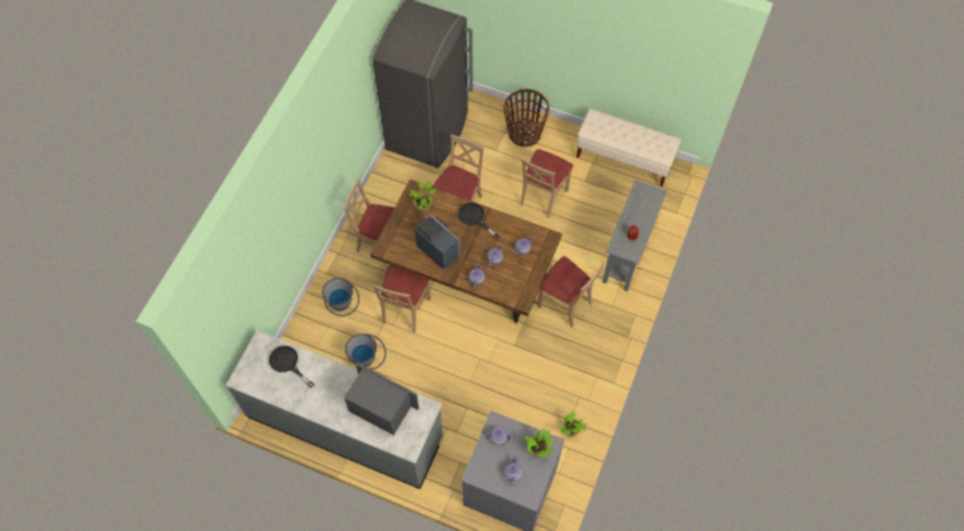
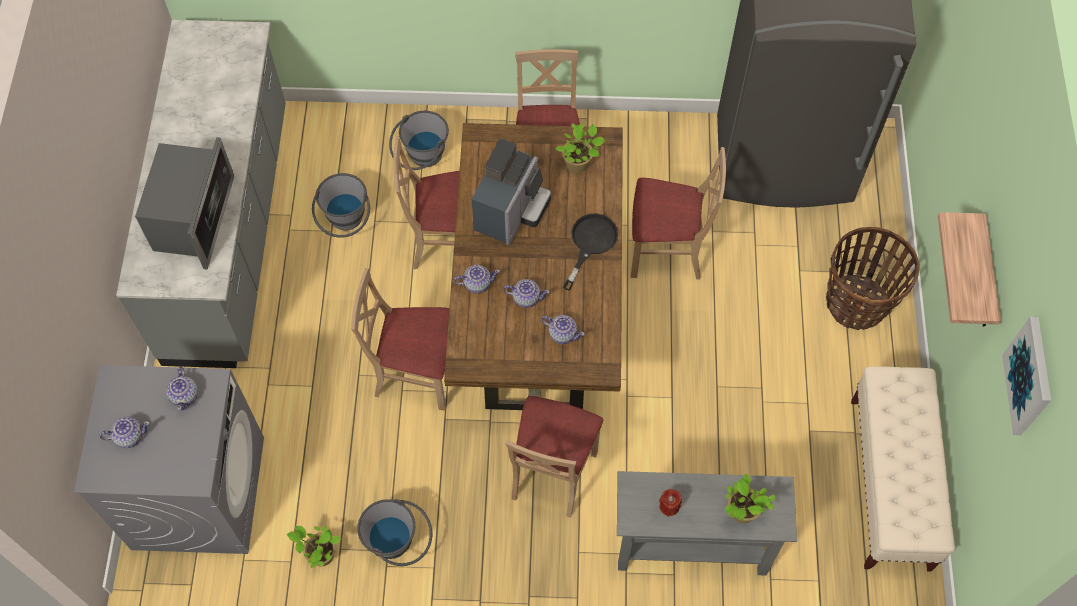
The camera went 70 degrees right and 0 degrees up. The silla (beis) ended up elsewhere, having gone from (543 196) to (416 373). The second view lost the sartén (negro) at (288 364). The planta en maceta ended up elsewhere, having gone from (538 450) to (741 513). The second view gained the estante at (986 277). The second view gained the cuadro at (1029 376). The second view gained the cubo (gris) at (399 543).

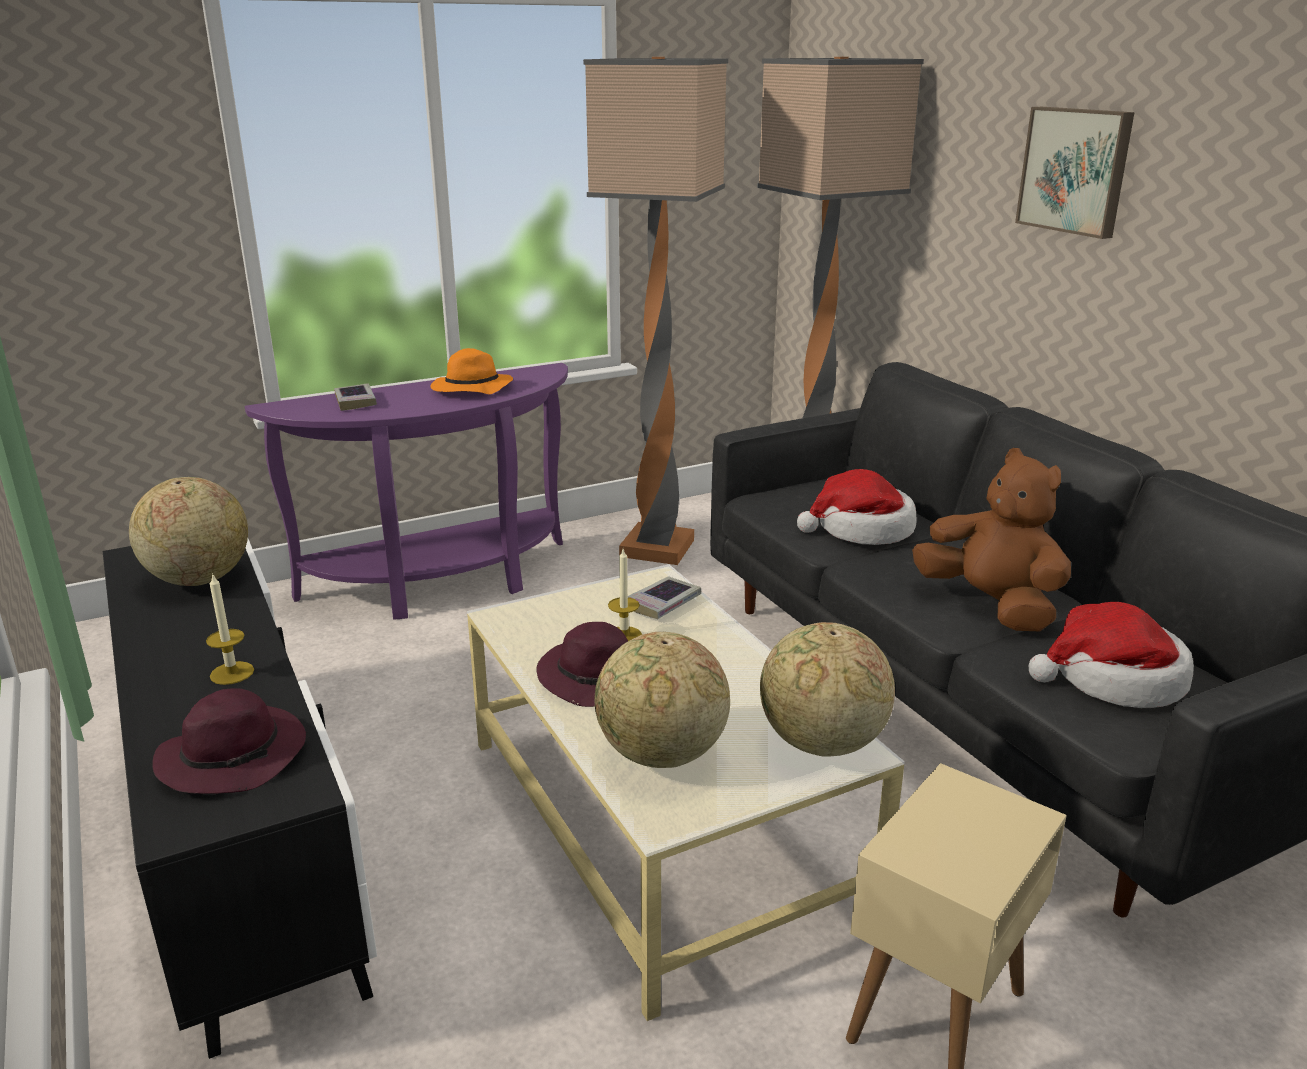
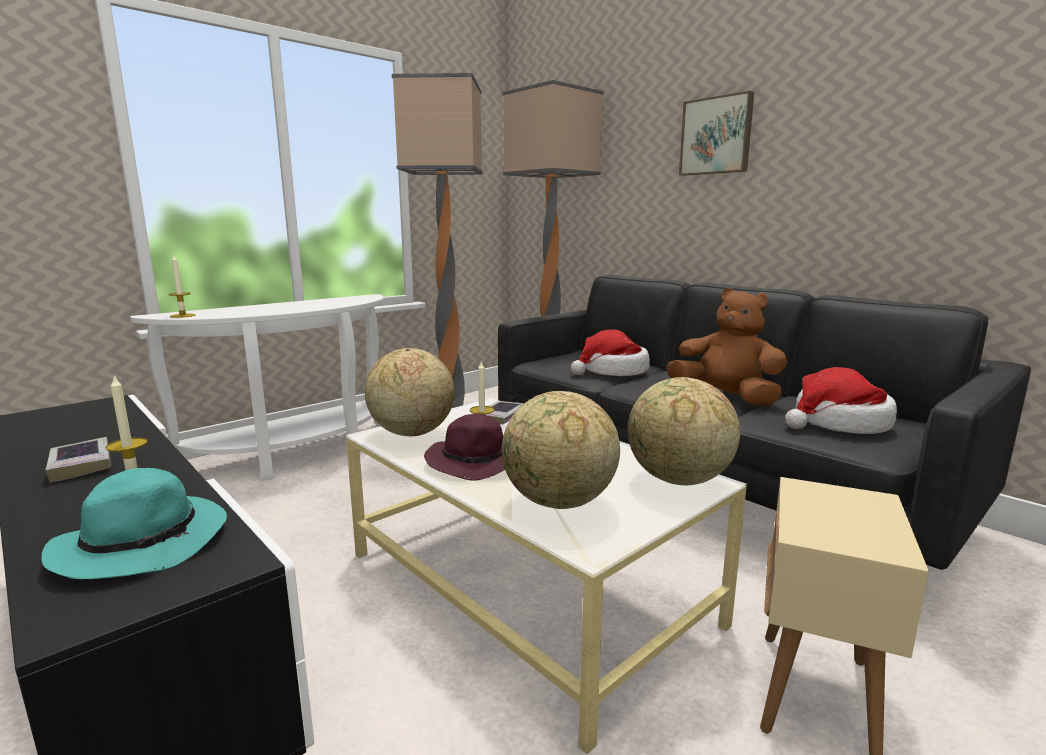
The camera went 15 degrees left and 10 degrees down. The second view lost the sombrero (naranja) at (471 389). What was the mesa consola (morado) at (443 583) turned into the mesa consola (blanco) at (298 455). The libro ended up elsewhere, having gone from (355 401) to (81 464). The globo terráqueo ended up elsewhere, having gone from (199 579) to (411 433). What was the sombrero (morado) at (235 756) turned into the sombrero (turquesa) at (146 542). The second view gained the vela at (182 316).

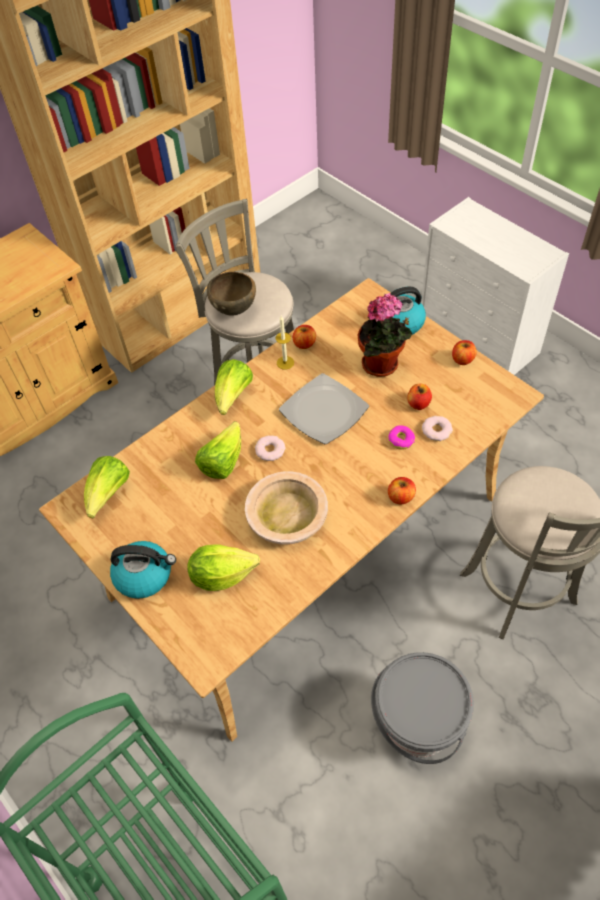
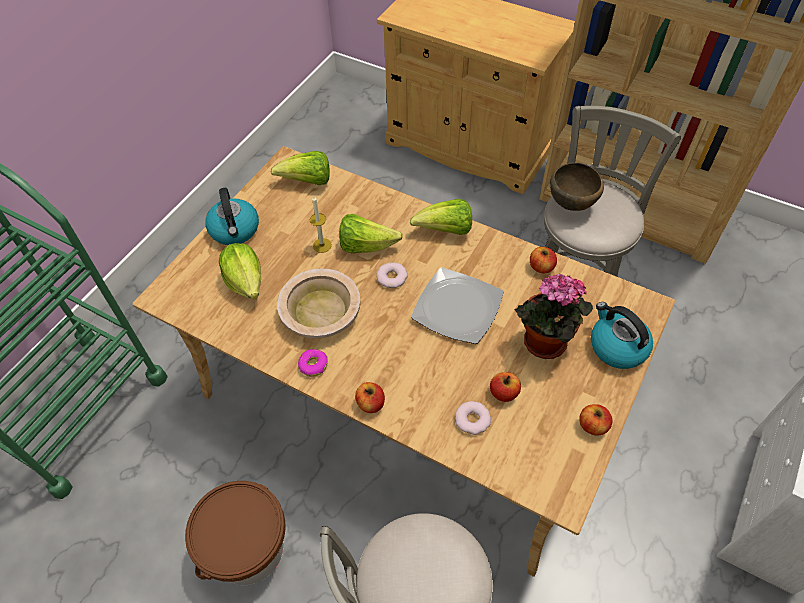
The camera went 70 degrees right and 0 degrees up. The vela ended up elsewhere, having gone from (285 362) to (322 245). The rosquilla ended up elsewhere, having gone from (401 440) to (313 365). What was the cubo (gris) at (418 721) turned into the cubo (marrón) at (248 549).

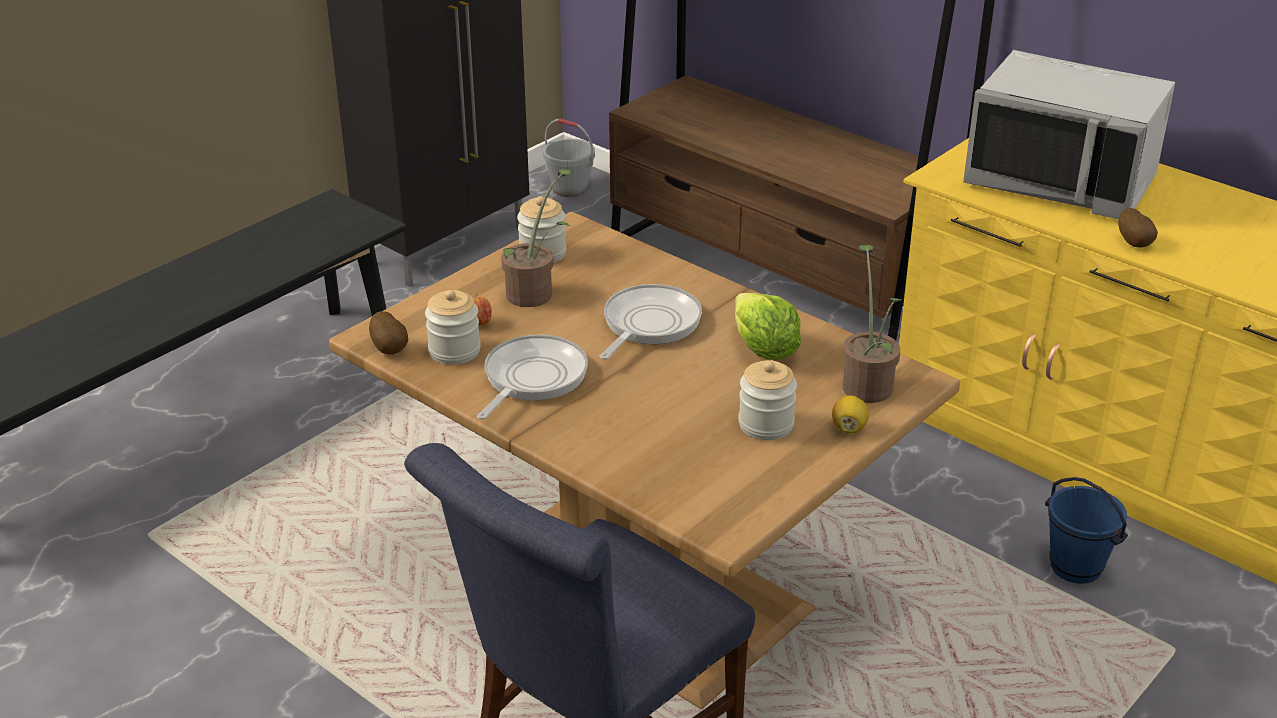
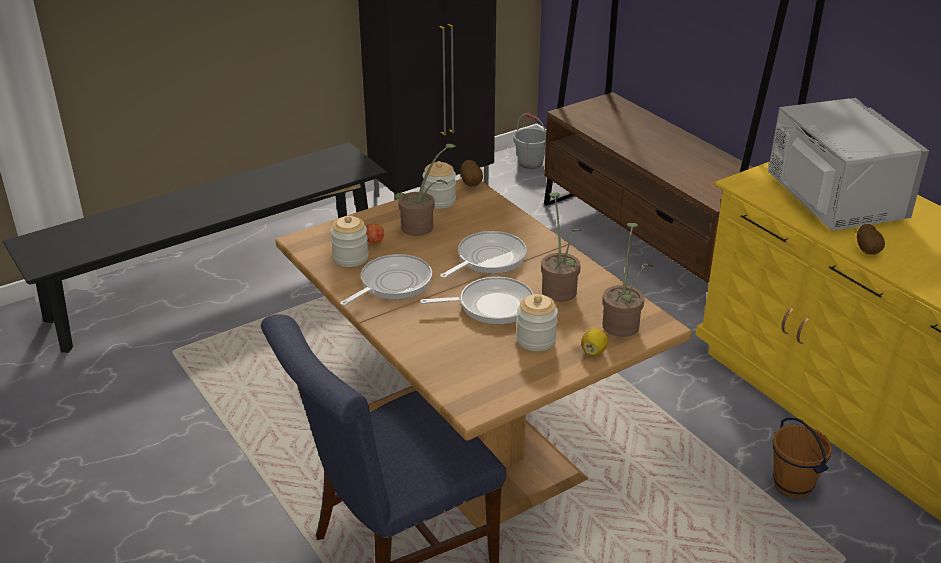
The camera went 15 degrees right and 0 degrees up. The microondas (gris) at (1061 181) ended up facing another way, 150 degrees counterclockwise from before. Where the lechuga stood at (764 350), the planta en maceta came to stand at (559 288). The patata ended up elsewhere, having gone from (390 349) to (471 183). What was the cubo (azul) at (1075 567) turned into the cubo (marrón) at (792 485). The second view gained the sartén at (491 305).

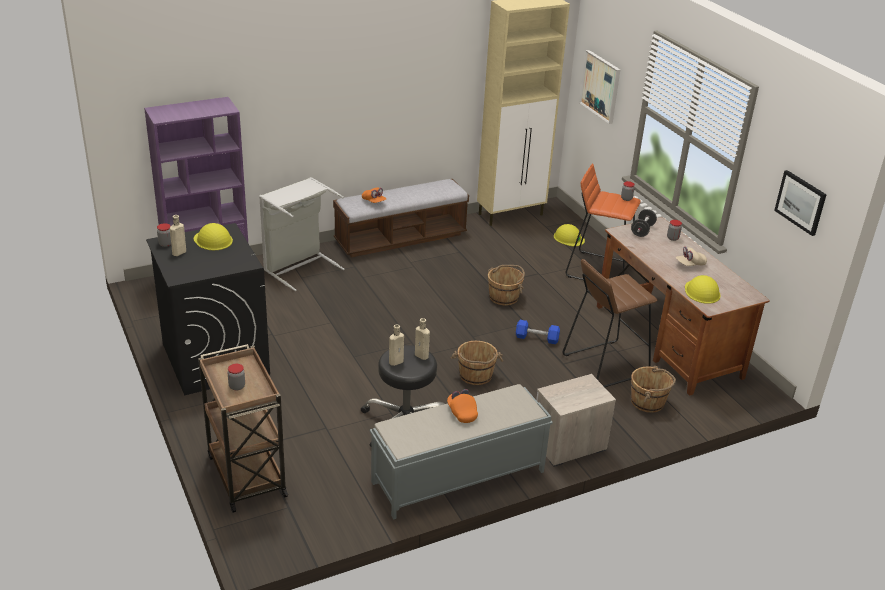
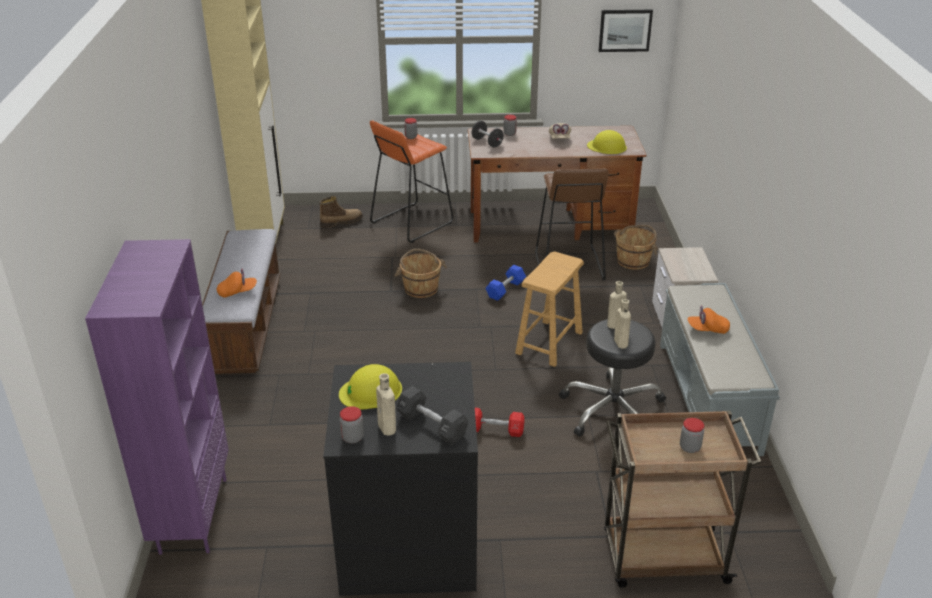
The camera went 65 degrees left and 0 degrees up. The second view lost the cuadro at (600 86). The second view lost the cesto de la ropa (gris) at (299 267). Where the casco (amarillo) stood at (568 238), the bota came to stand at (341 222). Where the cubo (marrón) stood at (475 375), the taburete (marrón) came to stand at (549 343). The second view gained the mancuerna (negro) at (432 425). The second view gained the mancuerna (rojo) at (495 430).

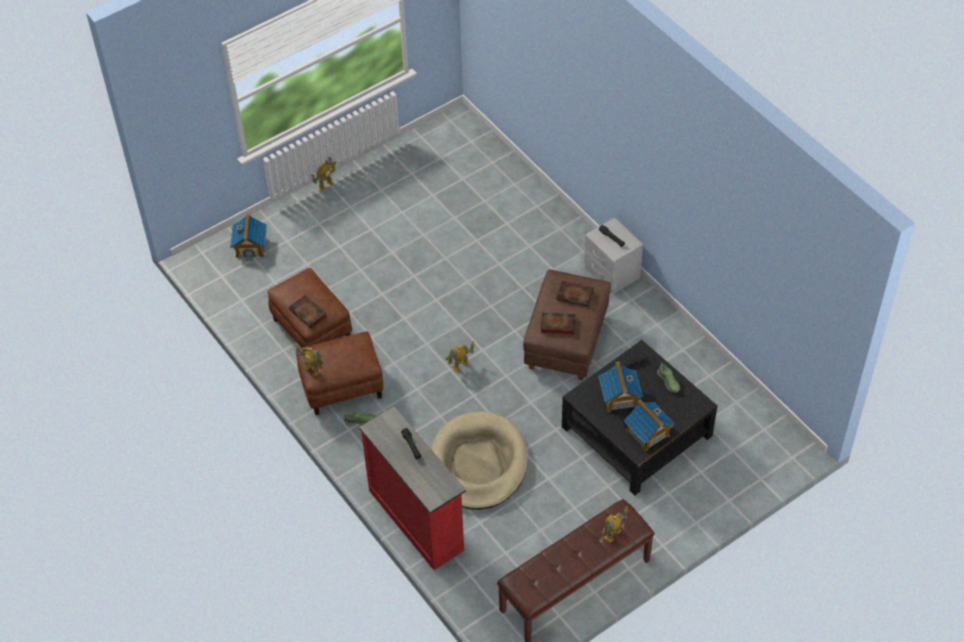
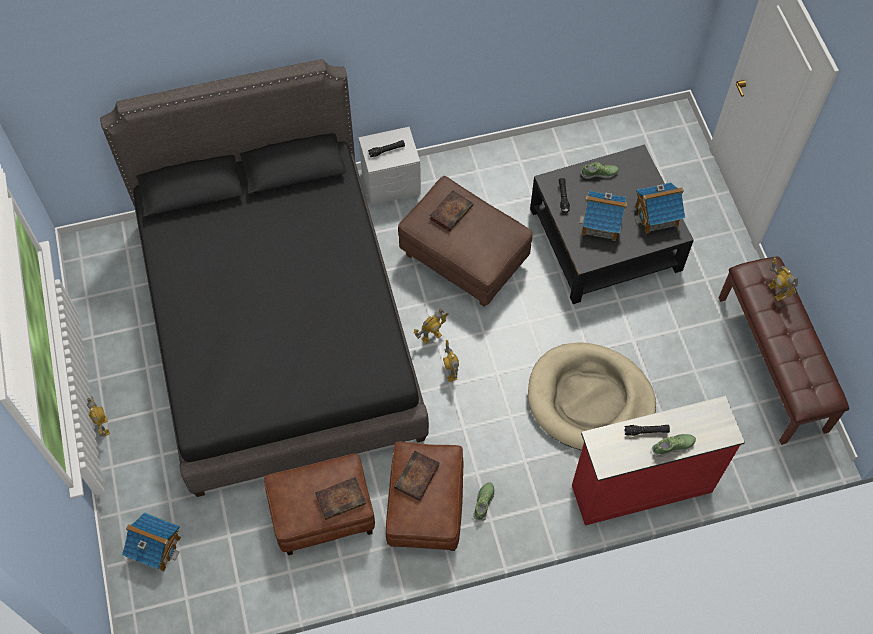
The camera went 70 degrees left and 10 degrees up. The libro ended up elsewhere, having gone from (556 325) to (417 478). The robot de juguete ended up elsewhere, having gone from (312 370) to (431 336). The second view gained the cama (negro) at (278 326). The second view gained the zapato at (673 446).

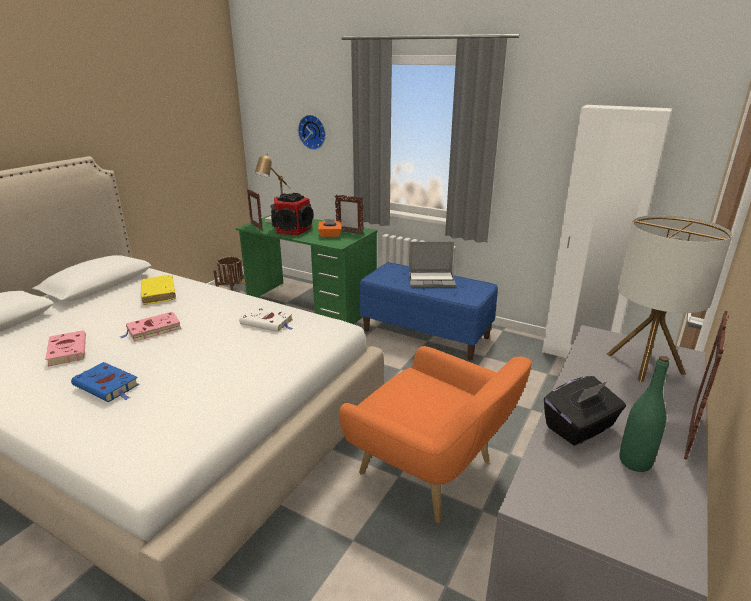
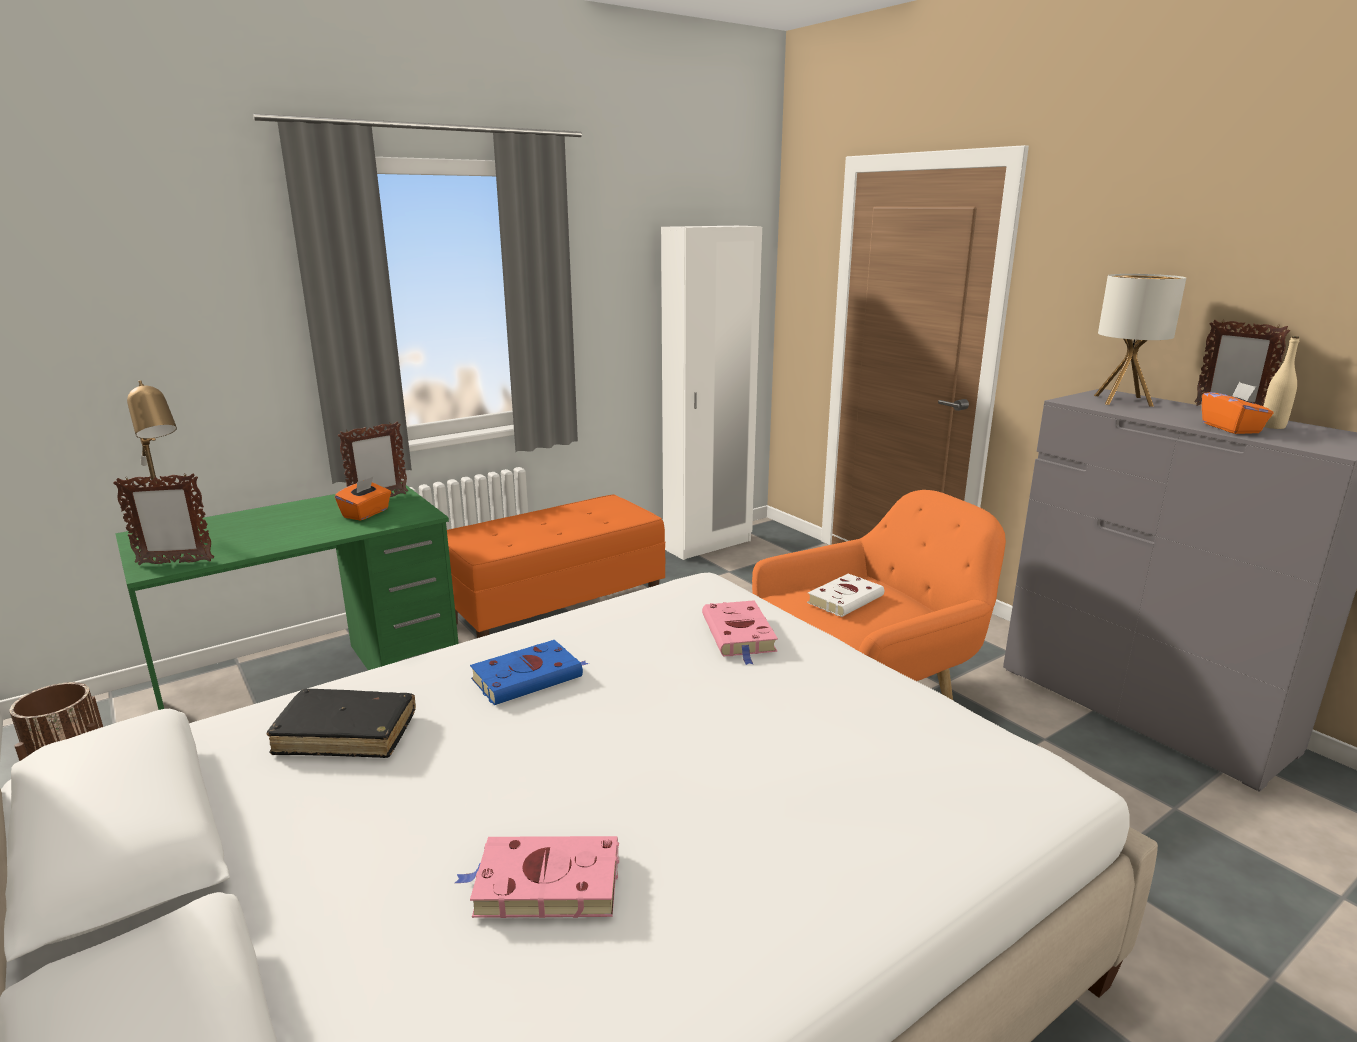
The camera went 65 degrees left and 5 degrees down. The second view lost the reloj de pared at (313 132). The second view lost the altavoz at (292 229). The second view lost the portátil at (432 280). What was the banco (azul) at (426 333) turned into the banco (naranja) at (556 612). What was the libro (amarillo) at (159 294) turned into the libro (negro) at (346 734). The libro (blanco) ended up elsewhere, having gone from (268 322) to (846 599). The libro (rosa) ended up elsewhere, having gone from (152 330) to (739 635). What was the botella (verde) at (635 462) turned into the botella (beis) at (1272 426). The libro (azul) ended up elsewhere, having gone from (108 386) to (529 677). What was the caja de pañuelos (negro) at (580 427) turned into the caja de pañuelos (naranja) at (1231 428).

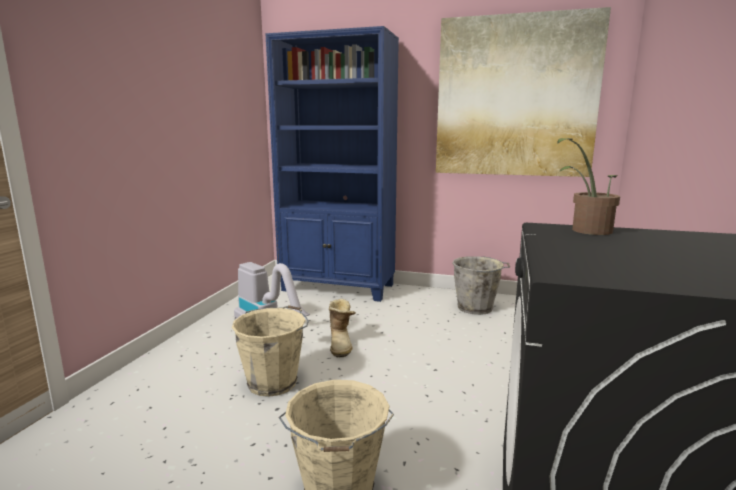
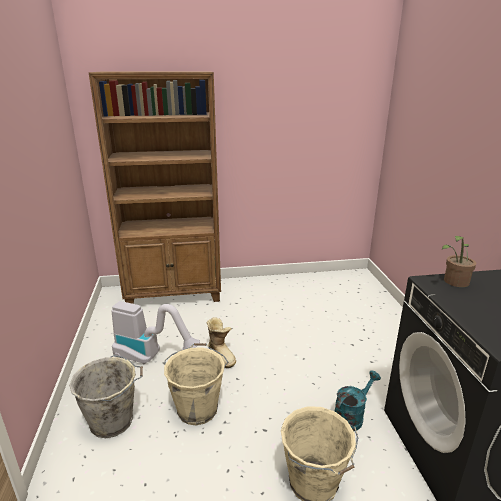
The camera went 25 degrees left and 10 degrees up. The second view lost the cuadro at (515 97). What was the estantería (azul) at (338 288) turned into the estantería (marrón) at (175 294). The cubo (gris) ended up elsewhere, having gone from (476 308) to (113 421). The second view gained the regadera (turquesa) at (351 416).

